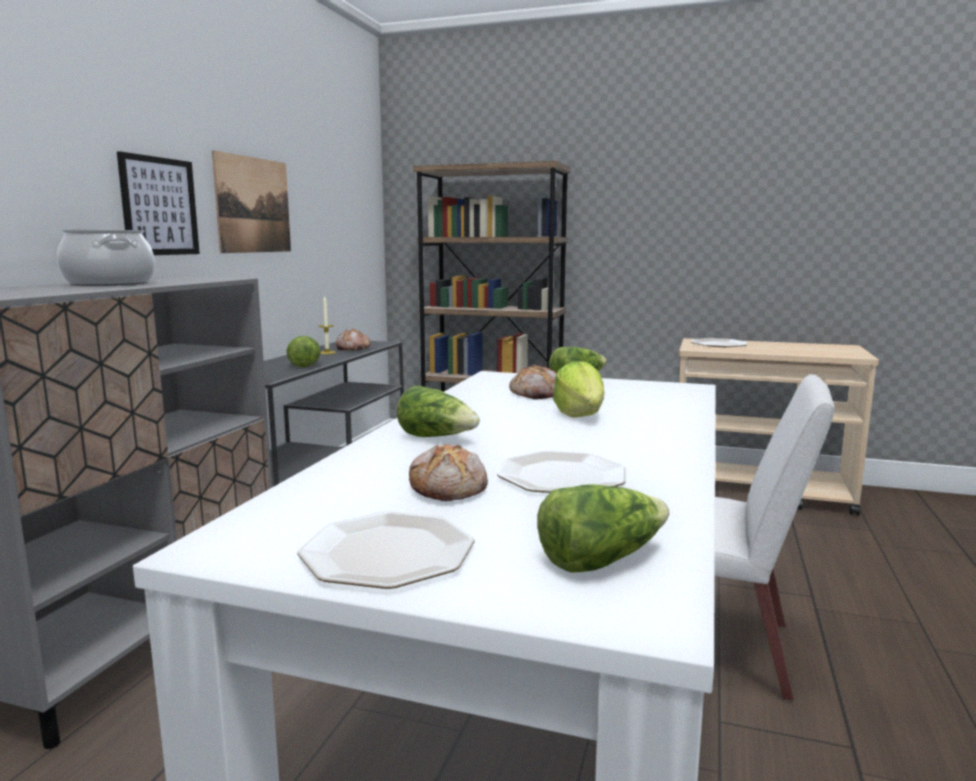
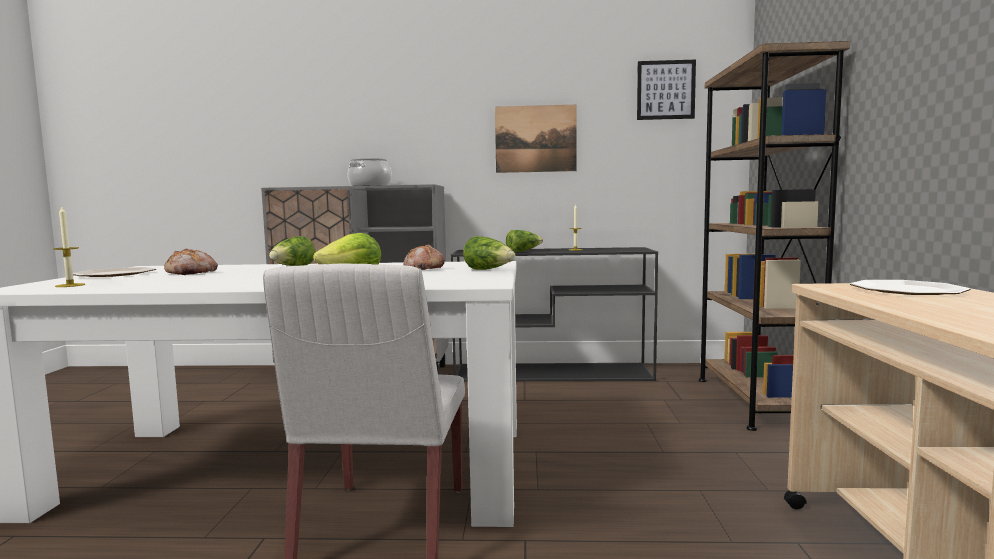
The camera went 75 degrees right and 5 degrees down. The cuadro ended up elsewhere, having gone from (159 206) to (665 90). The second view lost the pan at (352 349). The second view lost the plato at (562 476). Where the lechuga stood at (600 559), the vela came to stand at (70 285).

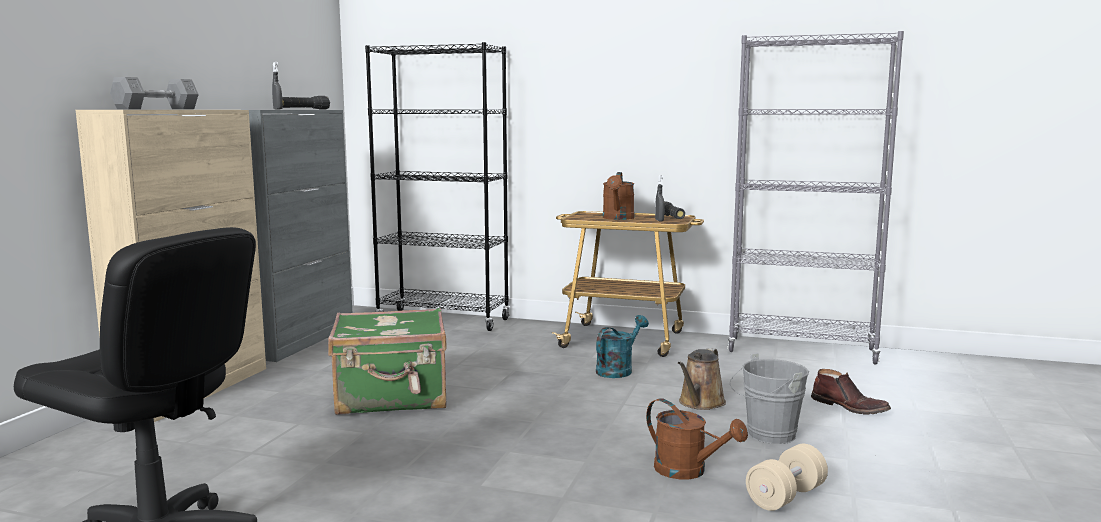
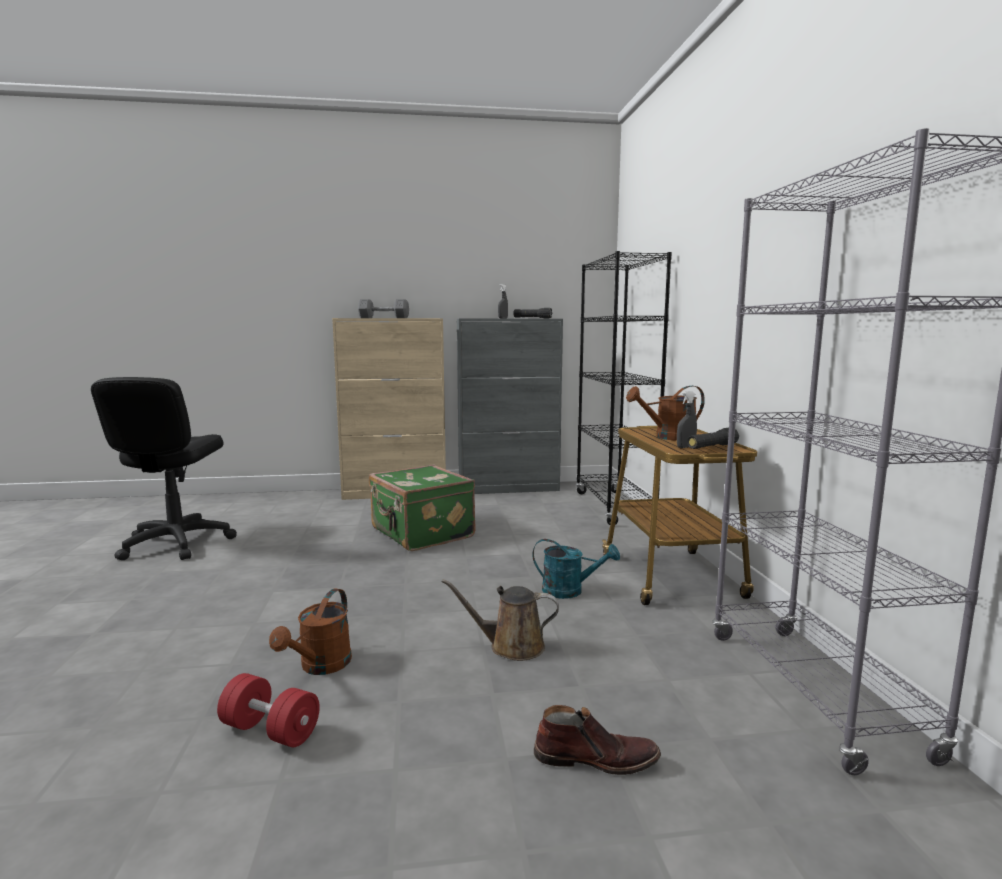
The camera went 65 degrees right and 0 degrees up. The second view lost the cubo (gris) at (767 435). The bota (marrón) at (850 407) ended up facing another way, 105 degrees counterclockwise from before. What was the mancuerna (beis) at (785 496) turned into the mancuerna (rojo) at (270 730).

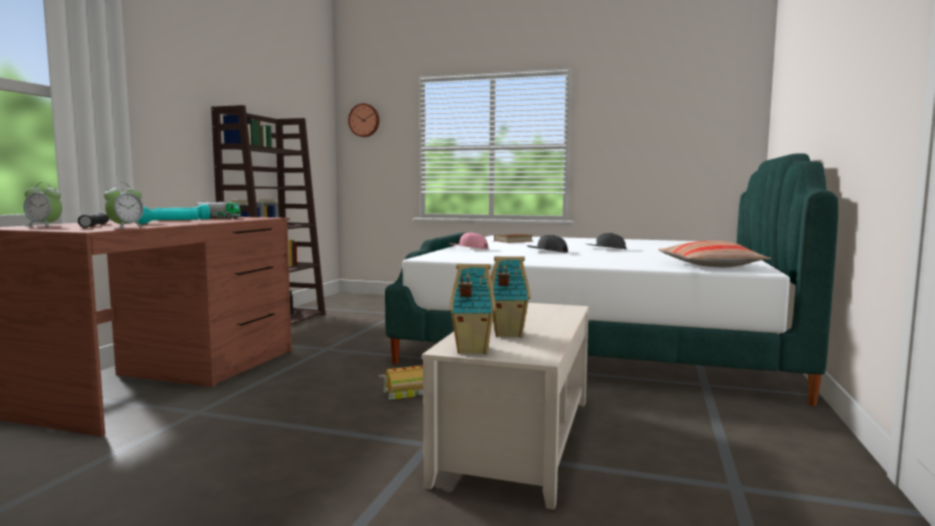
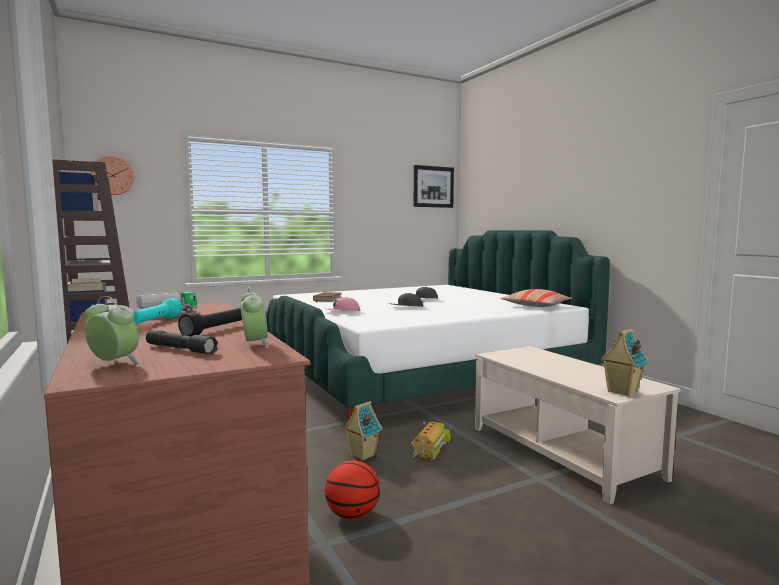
The camera went 45 degrees left and 0 degrees up. The despertador at (44 226) ended up facing another way, 120 degrees counterclockwise from before. What was the linterna (turquesa) at (168 223) turned into the linterna (negro) at (215 330). The casita ended up elsewhere, having gone from (506 334) to (362 455). The second view gained the cuadro at (433 186). The second view gained the balón de baloncesto at (352 515).

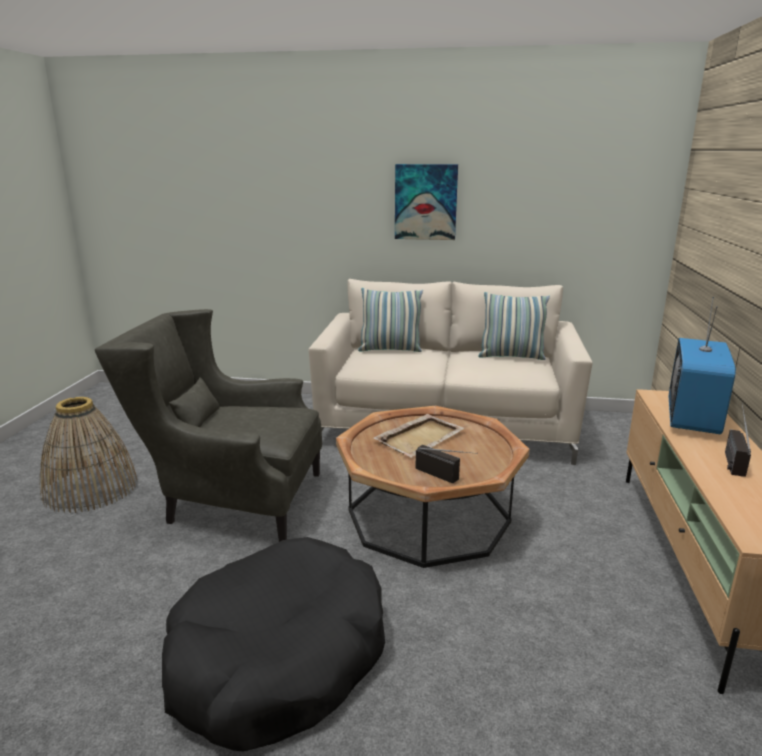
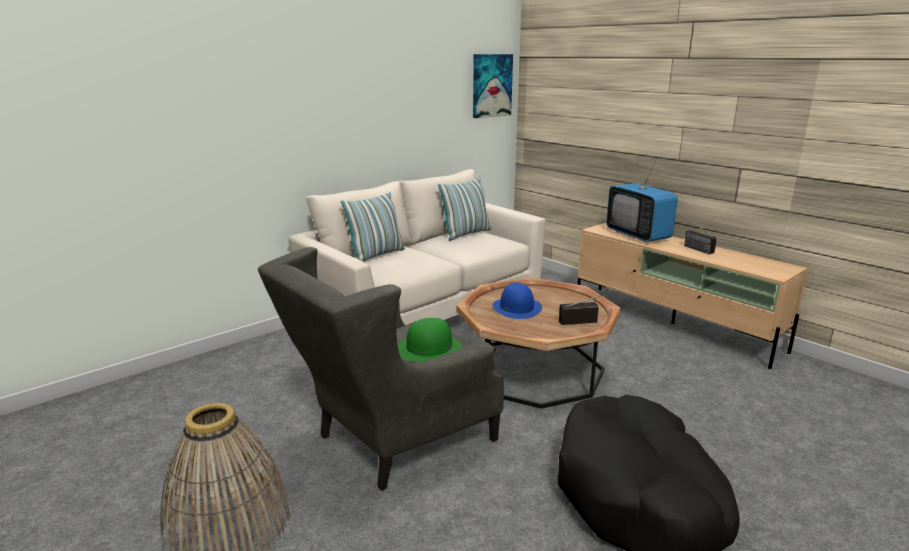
The camera went 50 degrees left and 0 degrees up. The cuadro ended up elsewhere, having gone from (425 202) to (491 85). Where the bandeja (beis) stood at (420 437), the sombrero (azul) came to stand at (516 307). The second view gained the sombrero (verde) at (429 348).

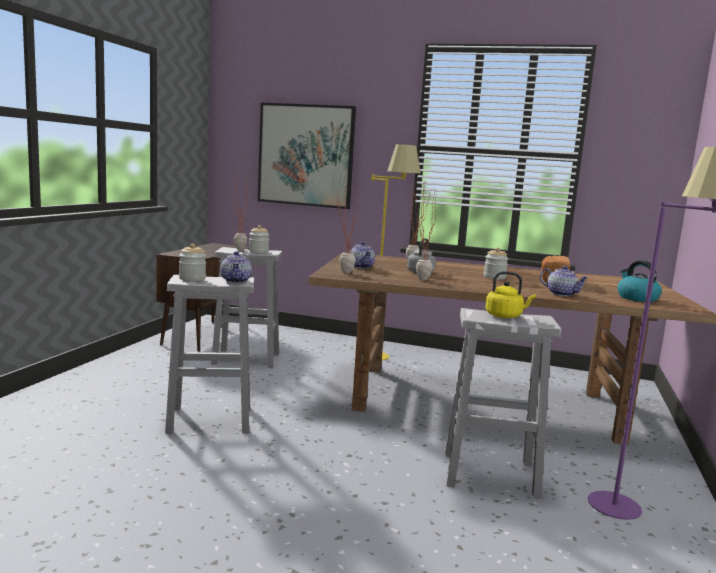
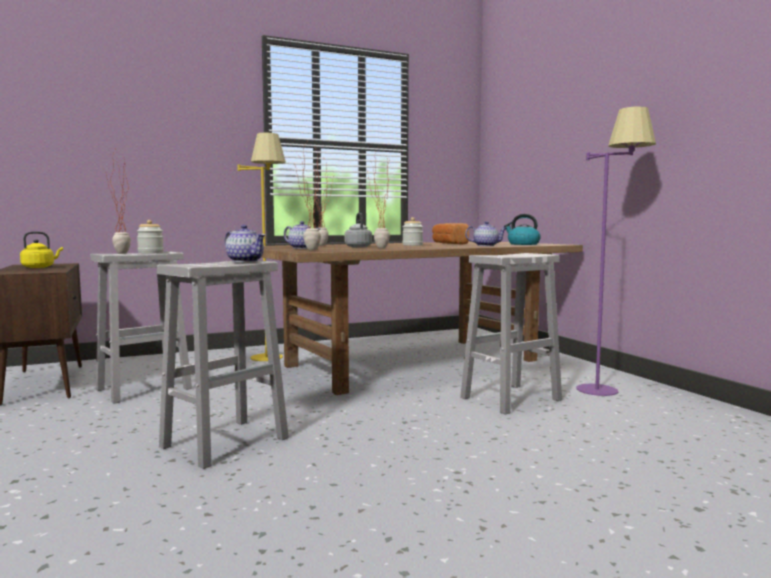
The camera went 40 degrees left and 5 degrees down. The second view lost the cuadro at (306 155). The second view lost the tarro at (192 278). The hervidor (amarillo) ended up elsewhere, having gone from (505 316) to (40 267).

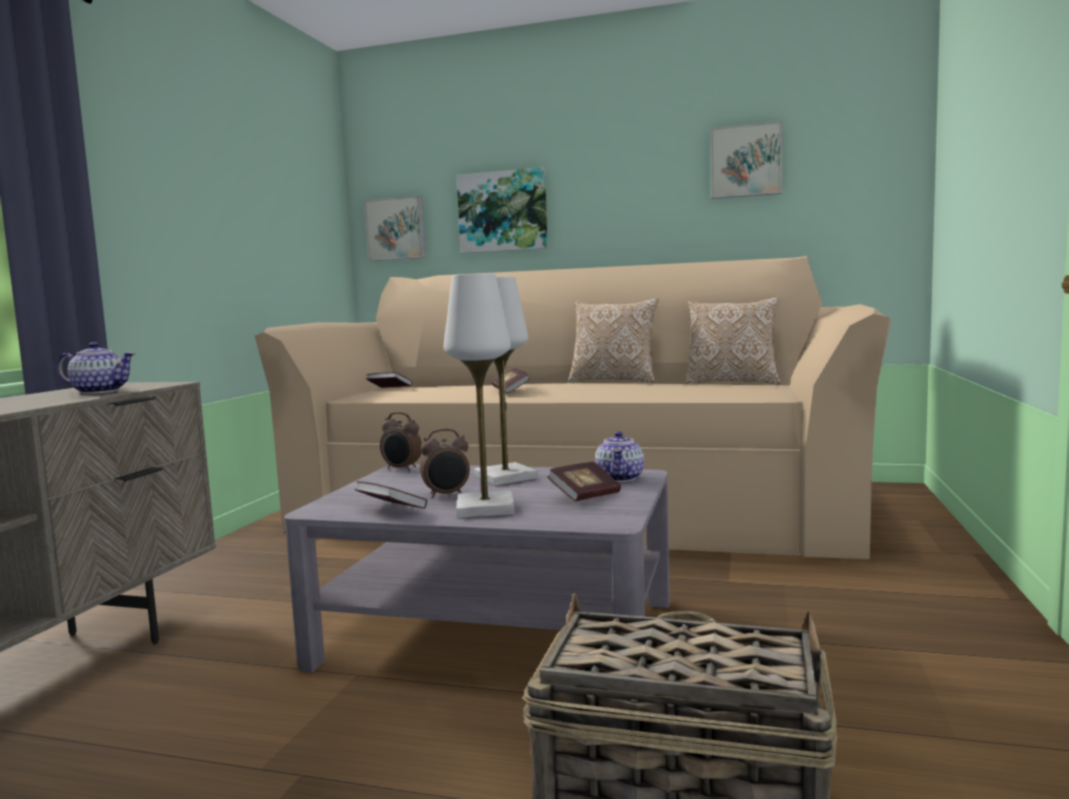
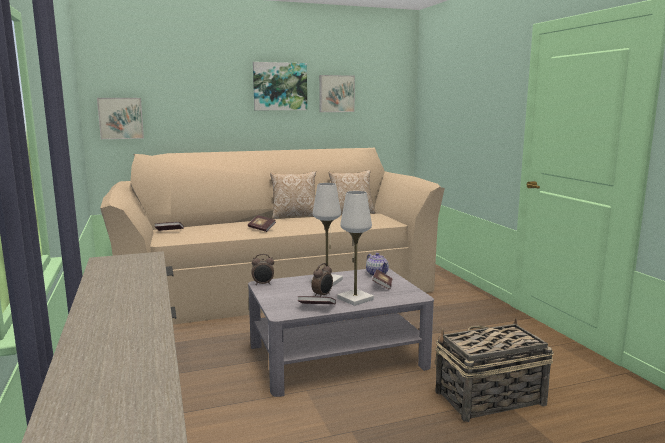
The camera went 35 degrees left and 5 degrees up. The cuadro ended up elsewhere, having gone from (503 211) to (280 86). The second view lost the tetera at (99 391).

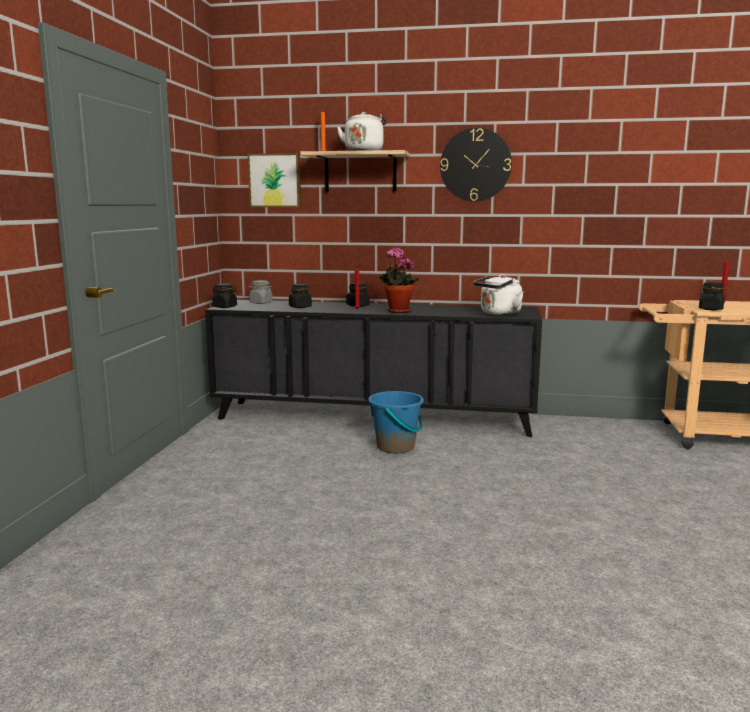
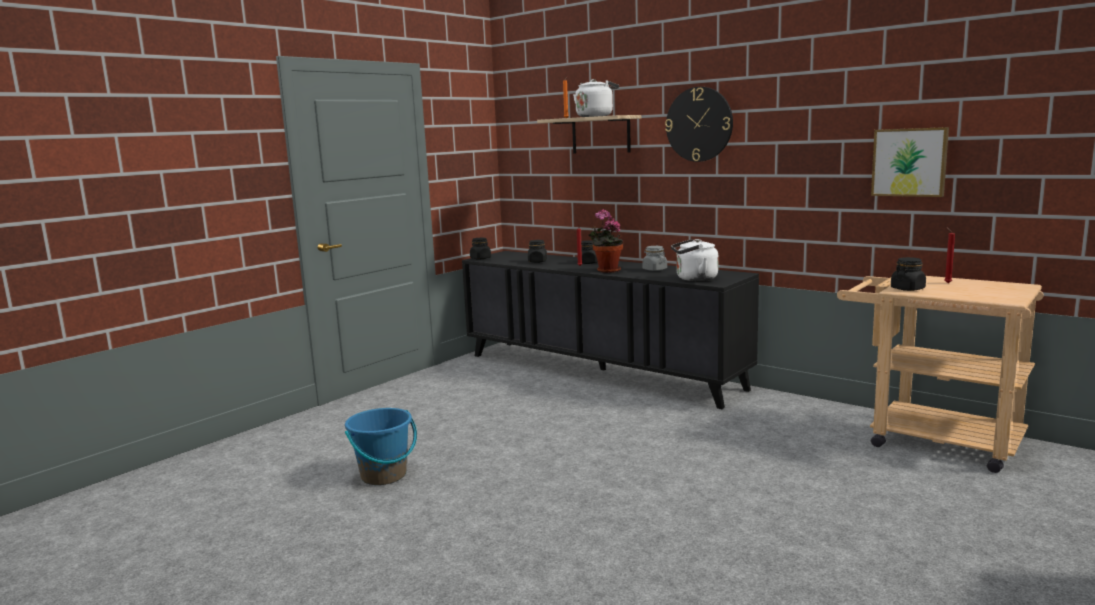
The camera went 30 degrees right and 0 degrees up. The cuadro ended up elsewhere, having gone from (275 180) to (909 162). The tarro (gris) ended up elsewhere, having gone from (261 303) to (654 269). The cubo (azul) ended up elsewhere, having gone from (396 447) to (384 476).

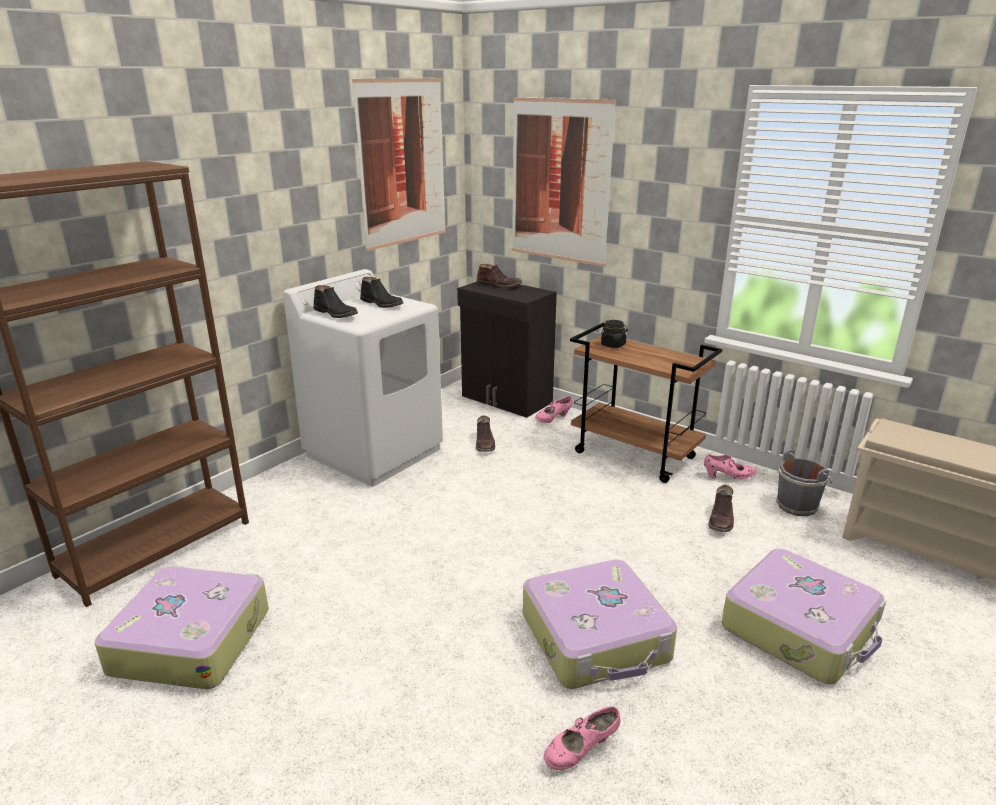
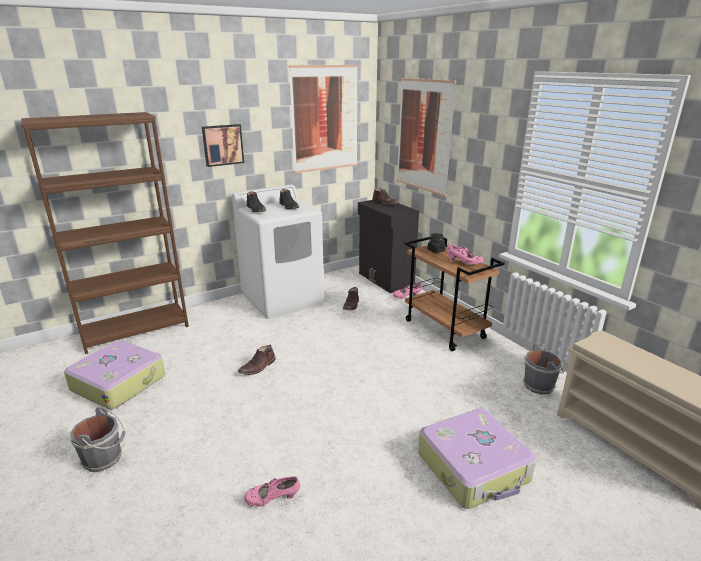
The camera went 20 degrees right and 0 degrees up. The zapato (rosa) ended up elsewhere, having gone from (728 477) to (464 263). The bota (marrón) ended up elsewhere, having gone from (721 520) to (258 367). The second view lost the maleta at (596 638). The second view gained the cuadro at (222 145). The second view gained the cubo (gris) at (104 458).

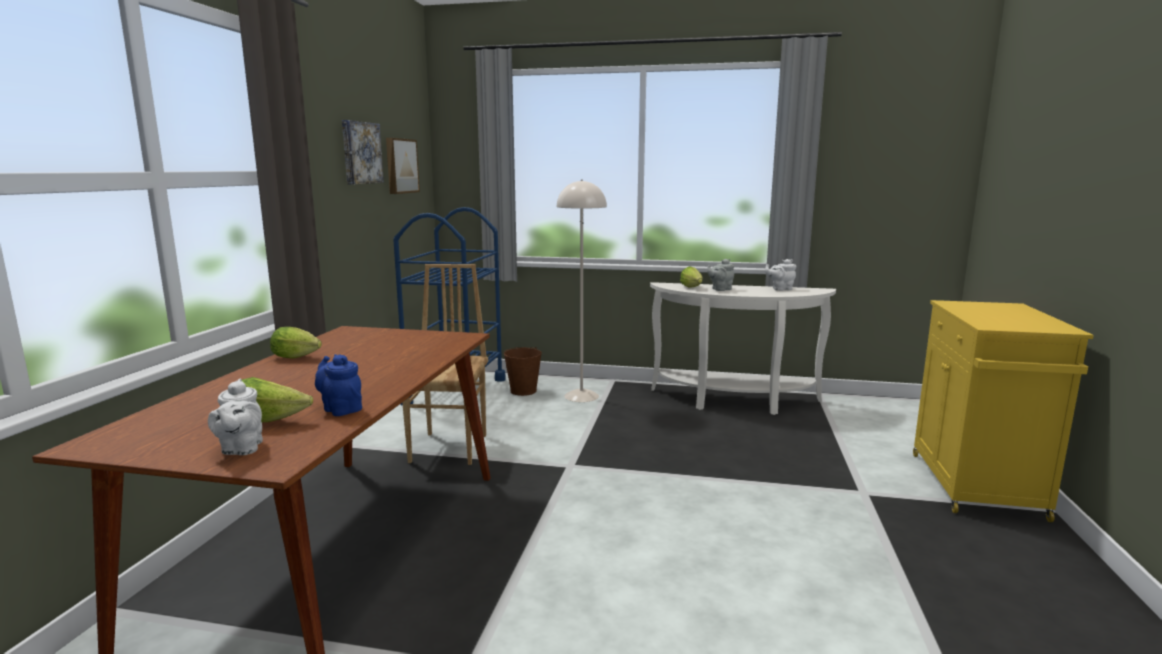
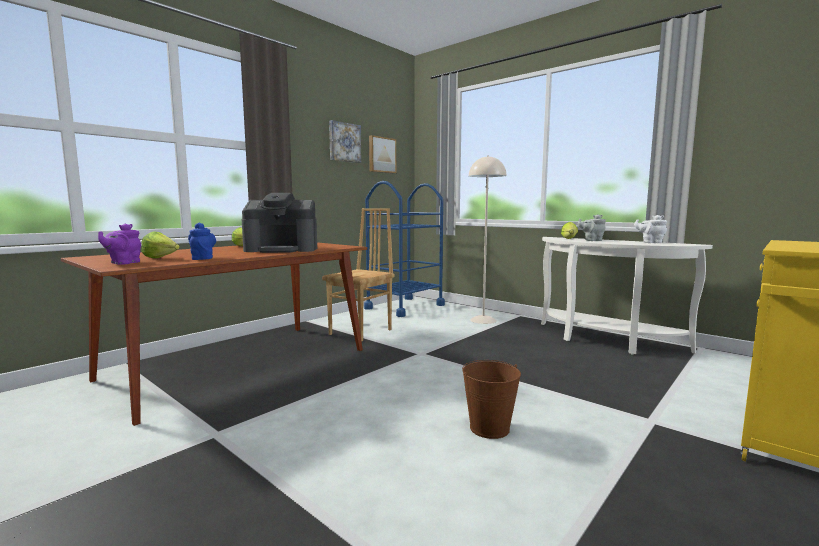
The camera went 30 degrees right and 5 degrees down. The cubo (marrón) ended up elsewhere, having gone from (523 391) to (489 428). What was the tetera (blanco) at (241 449) turned into the tetera (morado) at (123 263). The second view gained the cafetera at (282 249).

